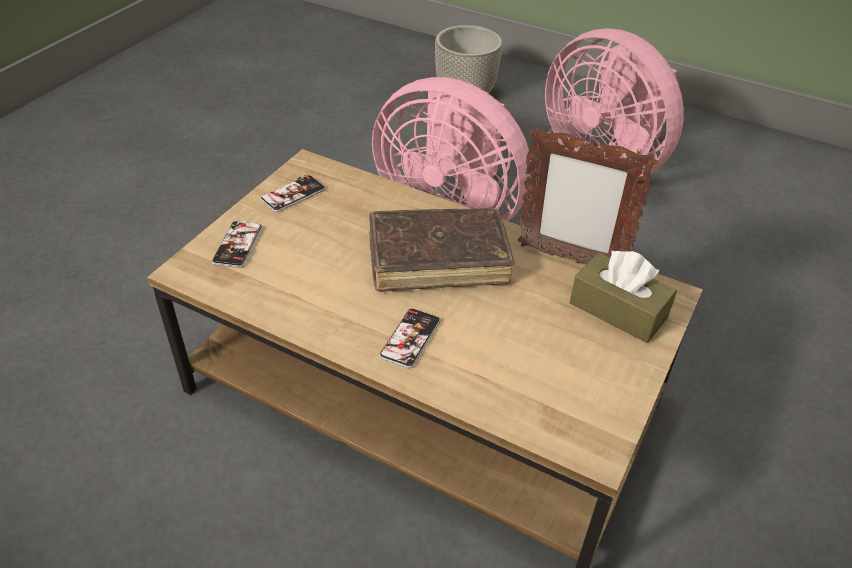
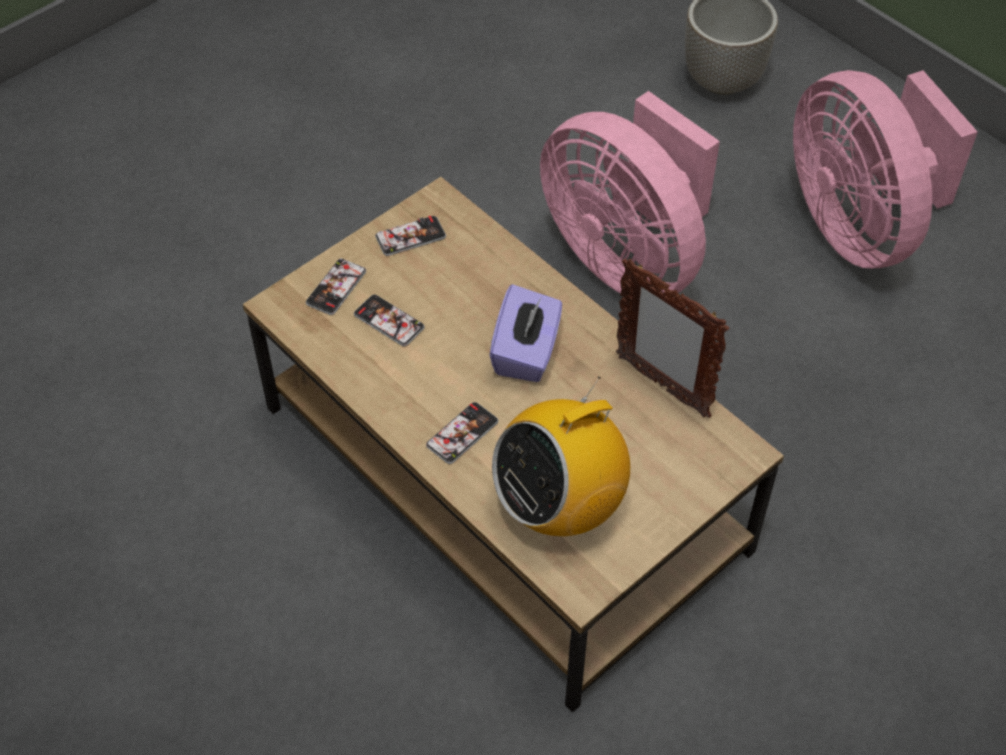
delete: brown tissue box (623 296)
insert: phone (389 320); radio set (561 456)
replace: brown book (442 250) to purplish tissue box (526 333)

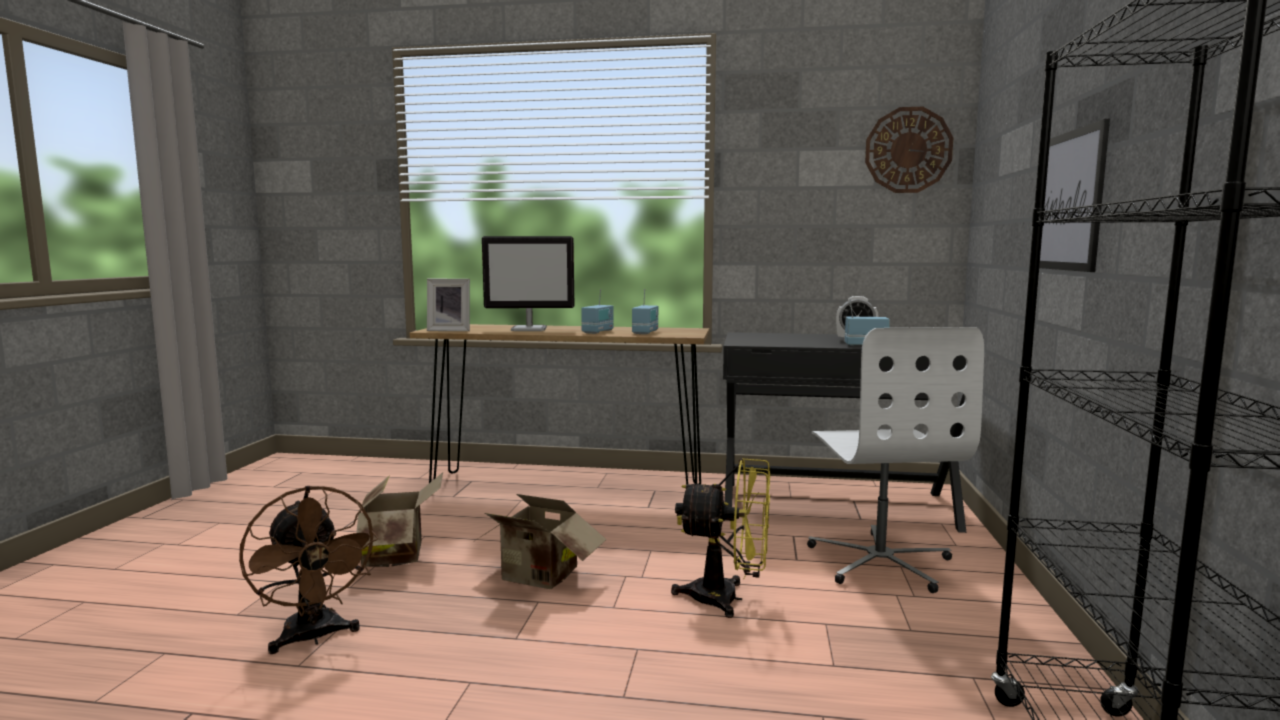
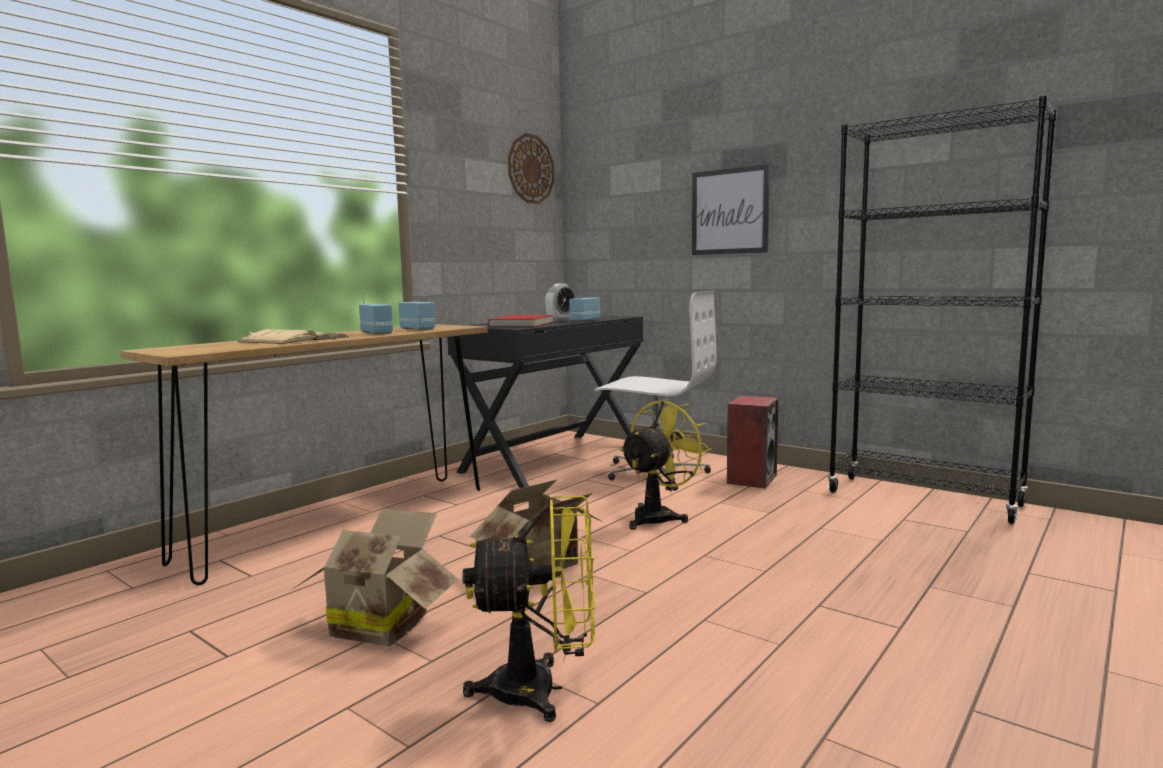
delete: photo frame (448 305)
insert: red book (520 321); speaker (753 442)
replace: computer display (528 283) to sand-coloured book (293 336)
recolor: brown fan (308 570) to yellow-coloured fan (529 609)

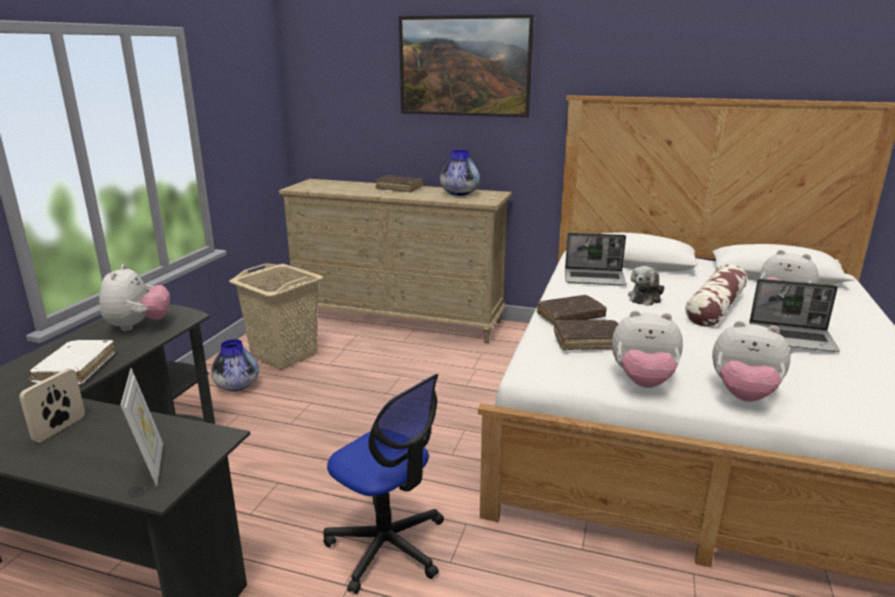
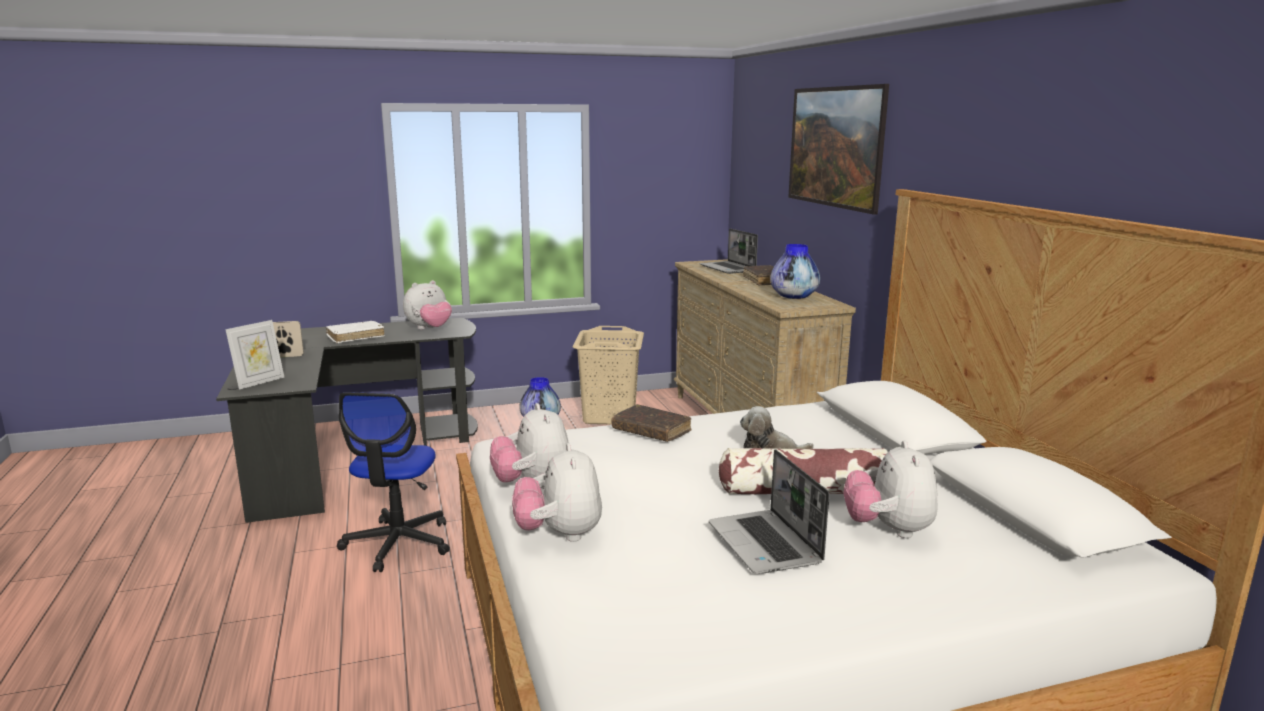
delete: brown book (586 335)
move: notebook computer (596 259) to (729 251)

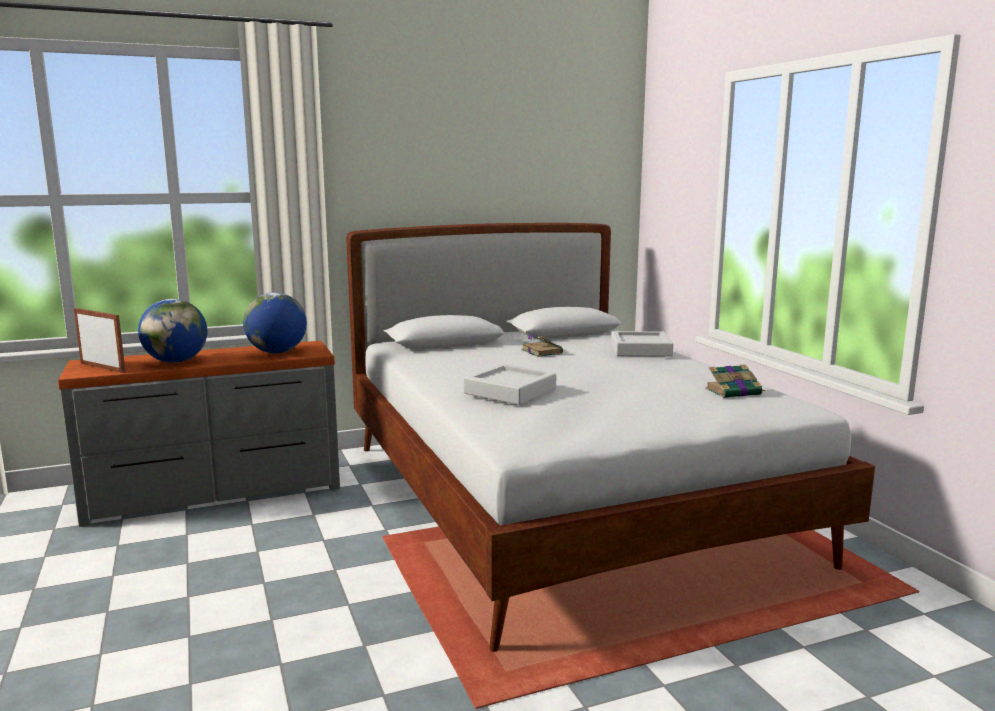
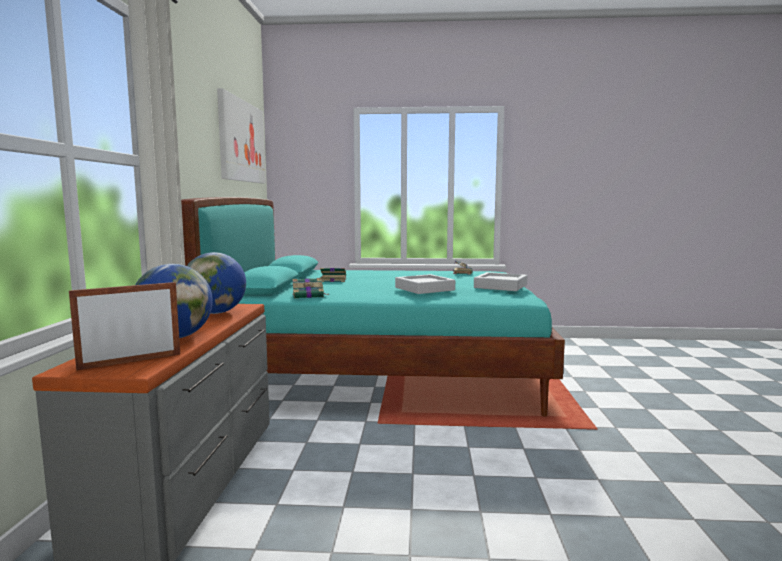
insert: wall picture (241 135); book (310 288)
move: gray serving tray (642 344) to (500 281)
recolor: whitish bedroom bed (610 437) to turquoise-coloured bedroom bed (373 307)

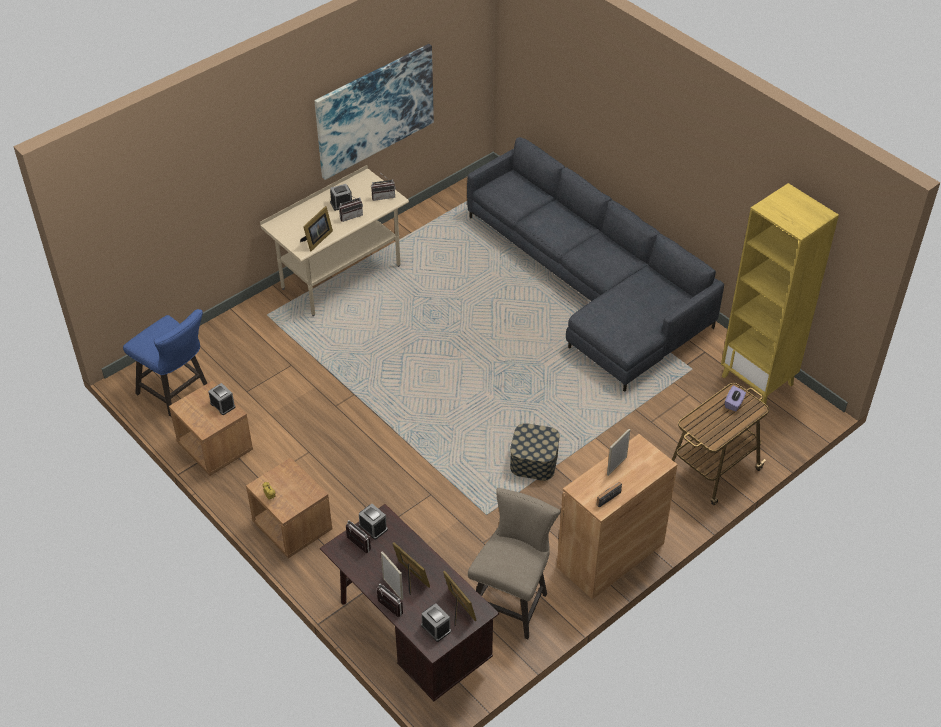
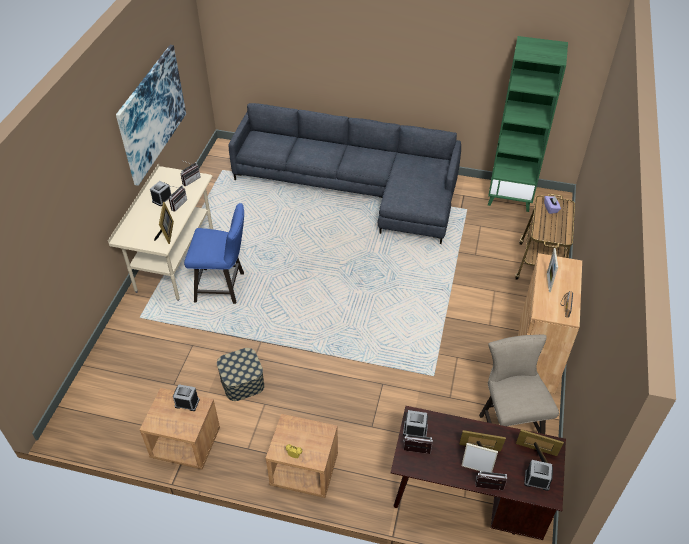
move: blue stool seat (165 363) to (214 253); storage container (535 452) to (241 374)
recolor: yellow-coloured bookshelf (780 293) to greenish bookshelf (528 124)

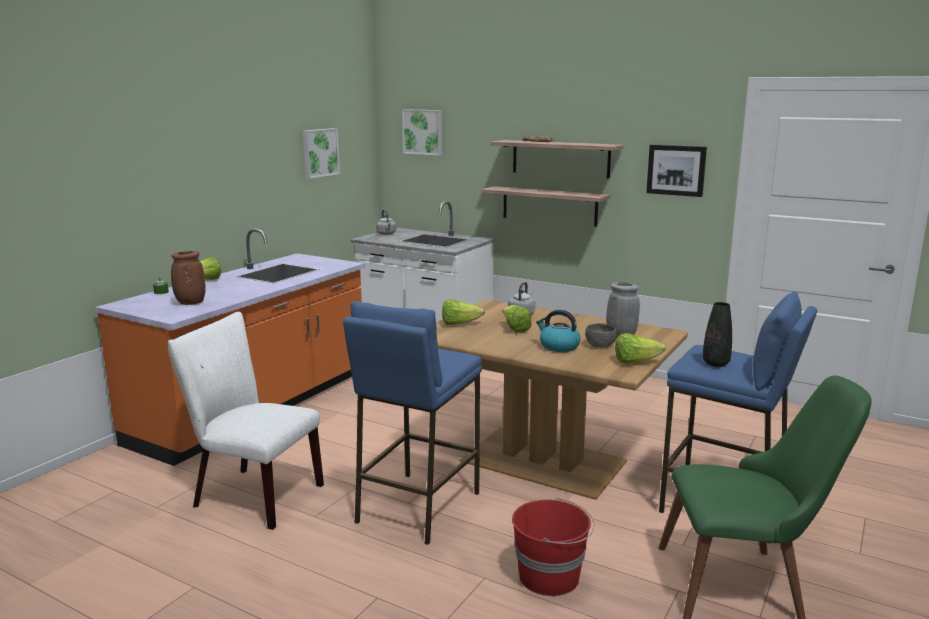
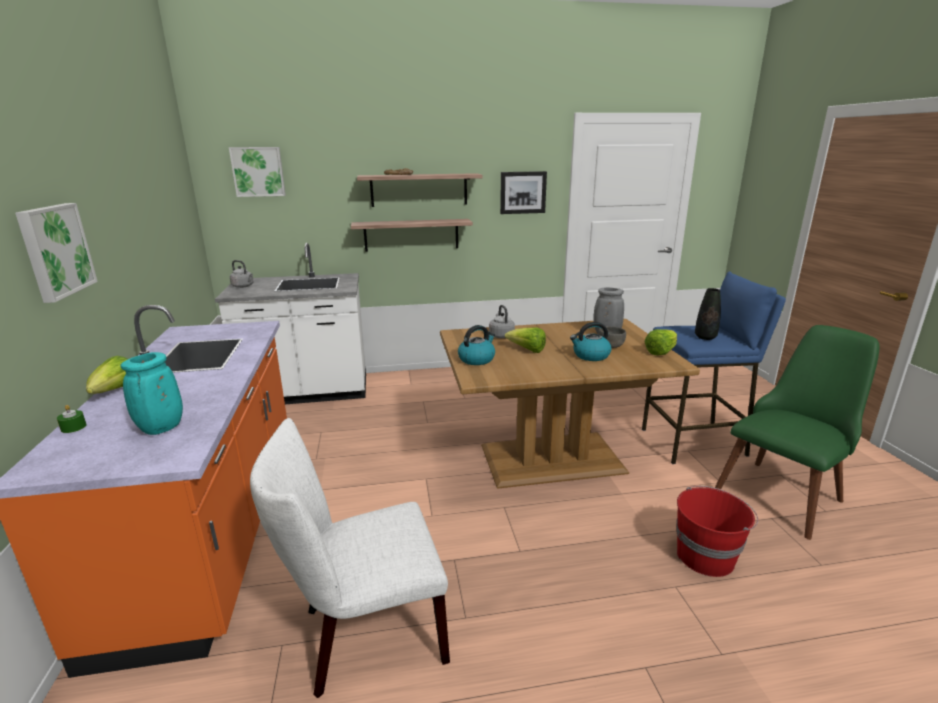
delete: blue stool seat (412 423)
move: wall picture (321 153) to (56 253)
replace: lettuce head (463 312) to tea kettle (476 345)
recolor: brown flower vase (188 278) to turquoise-coloured flower vase (151 393)

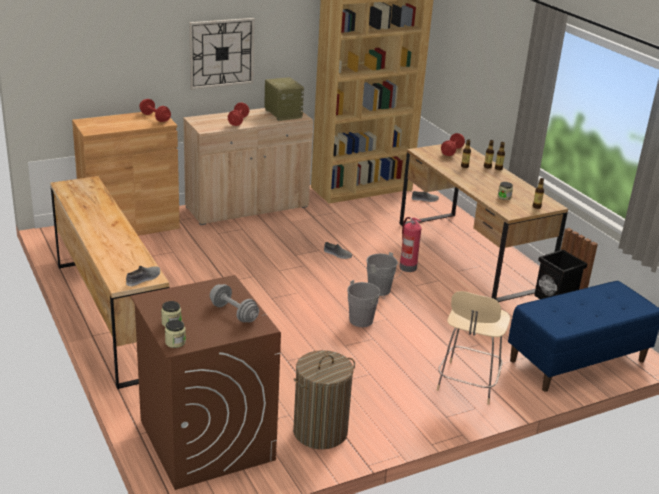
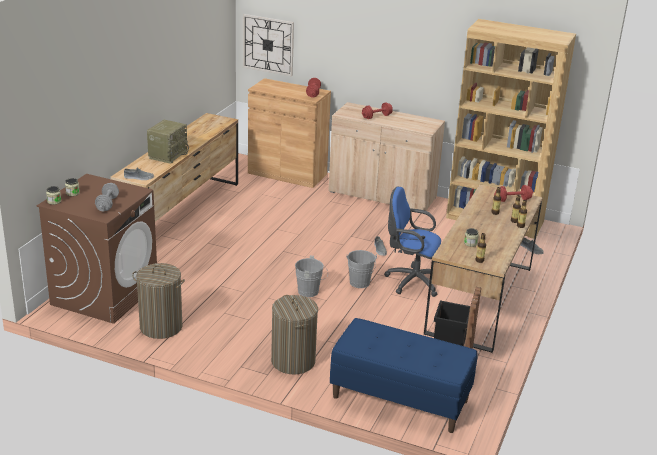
move: hanging clock (221 54) to (268 45); radio set (284 99) to (168 142)
replace: fire extinguisher (410 244) to blue desk chair (412 241); sand-coloured stool seat (473 348) to washing basket (294 335)

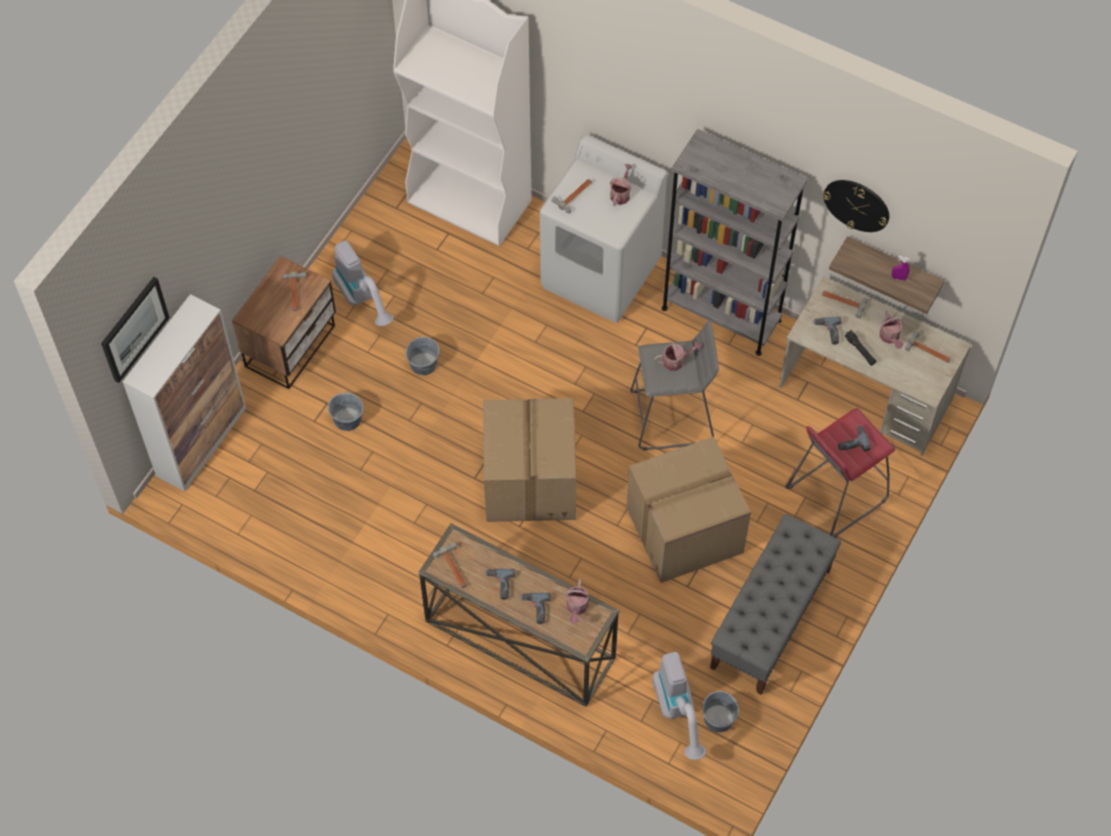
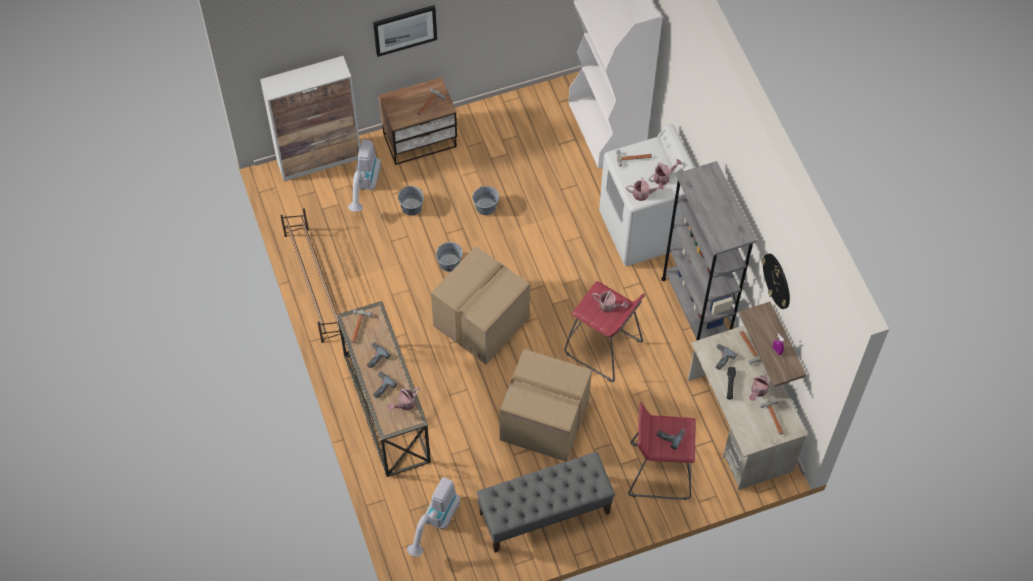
insert: brown shoe shelf (310 275); watering pot (645 189)
move: wall picture (135 330) to (405 31); vacuum cleaner (362 283) to (364 175); gray water bucket (720 711) to (449 257)
recolor: gray stool seat (674 385) to red stool seat (604 331)

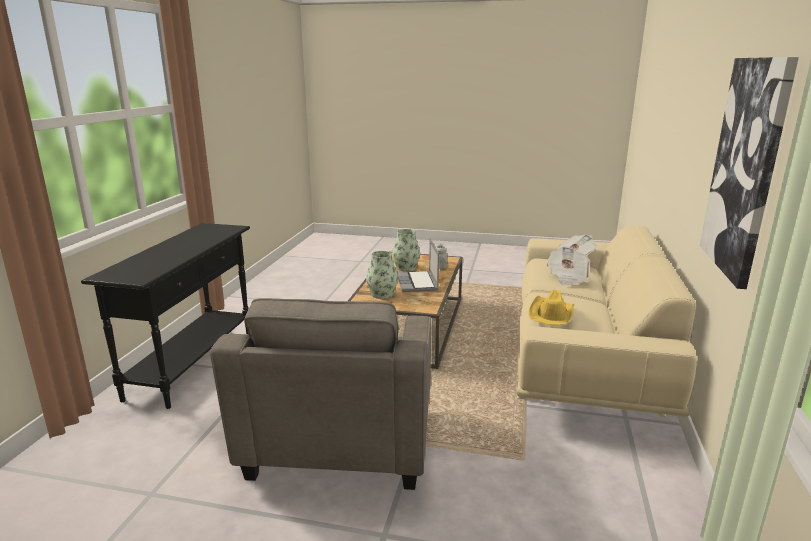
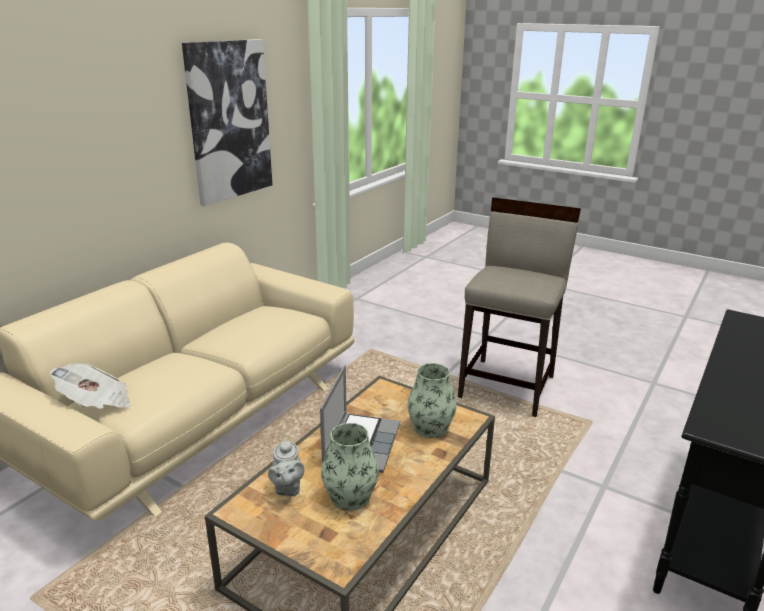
delete: yellow-coloured clothing hat (551 307); newspaper (568 266)
replace: gray easy chair (320 394) to sand-coloured stool seat (519 307)

